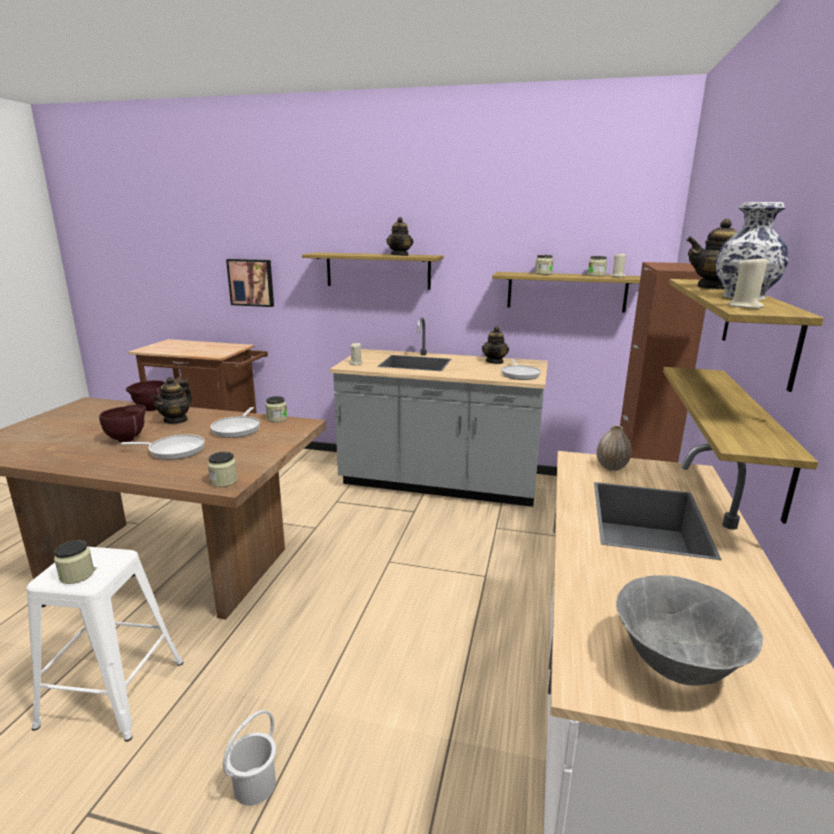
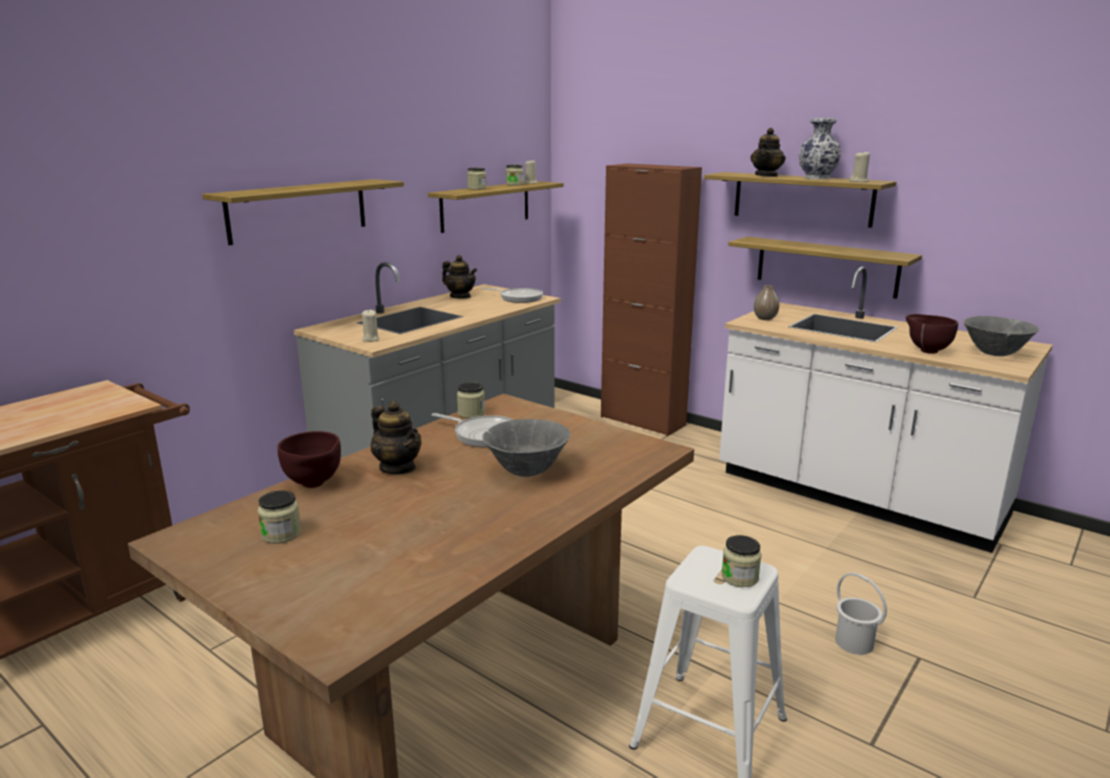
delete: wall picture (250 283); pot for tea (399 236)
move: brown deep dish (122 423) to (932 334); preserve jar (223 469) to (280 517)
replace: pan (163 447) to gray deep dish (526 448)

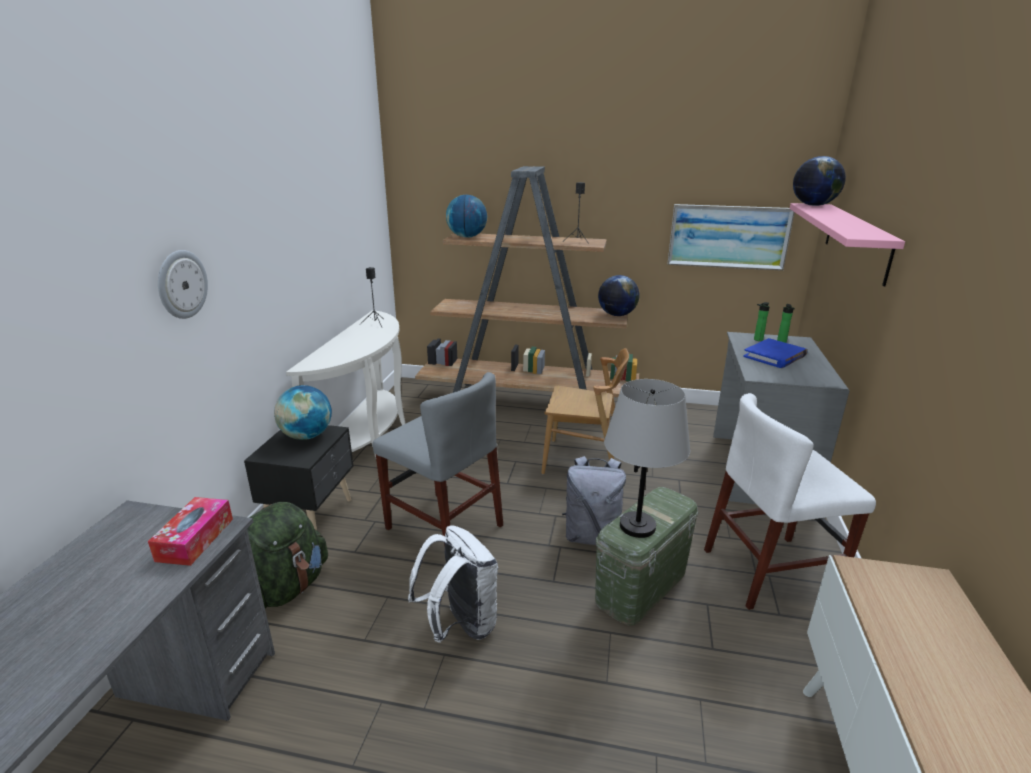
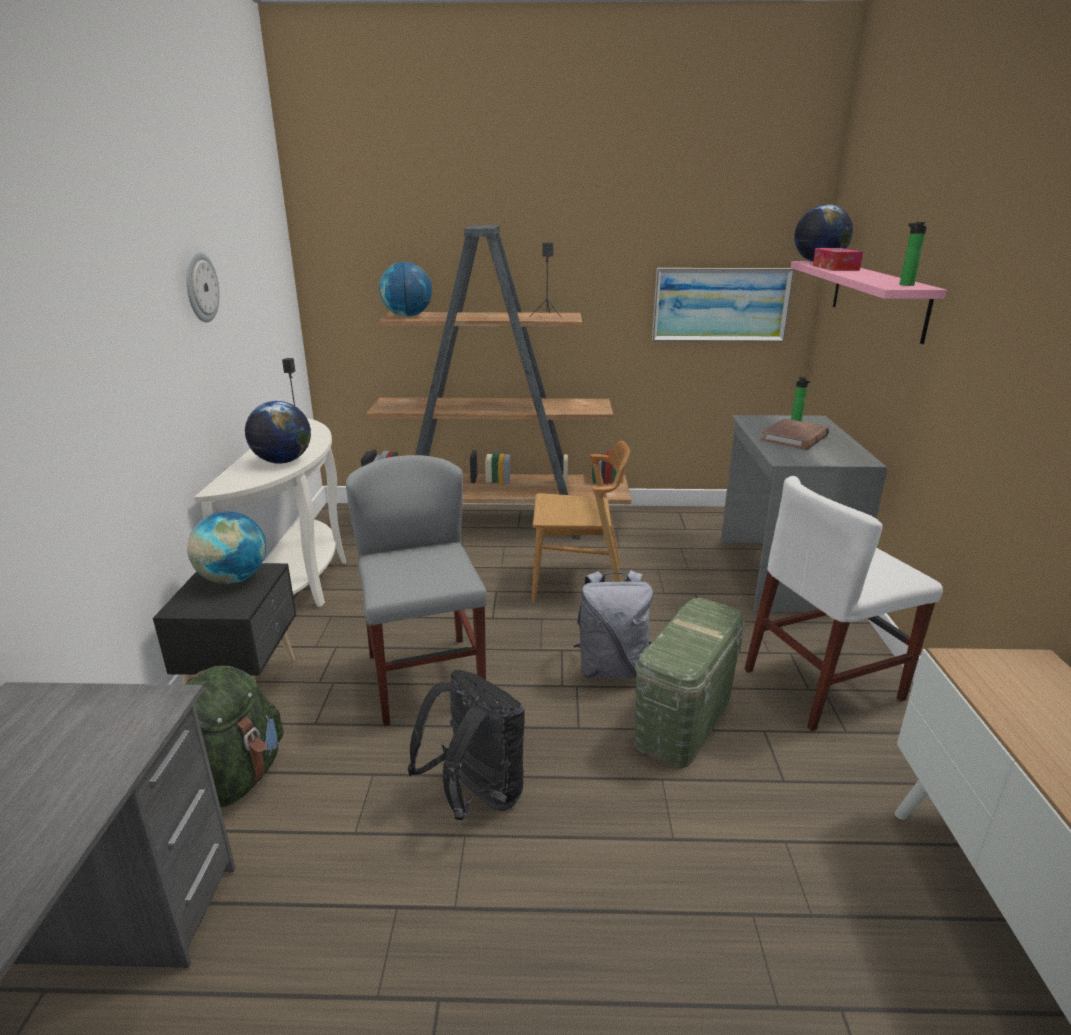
delete: gray tabletop lamp (647 458)
move: tissue box (190 531) to (838 259); hanging clock (183 284) to (203 287); globe (618 295) to (278 432); bottle (762 321) to (913 254)
recolor: whitish backpack (453 584) to blackish backpack (466 745); blue book (775 353) to brown book (795 434)
rotate: gray upright chair (438 459) = (416 590) 135 degrees counterclockwise

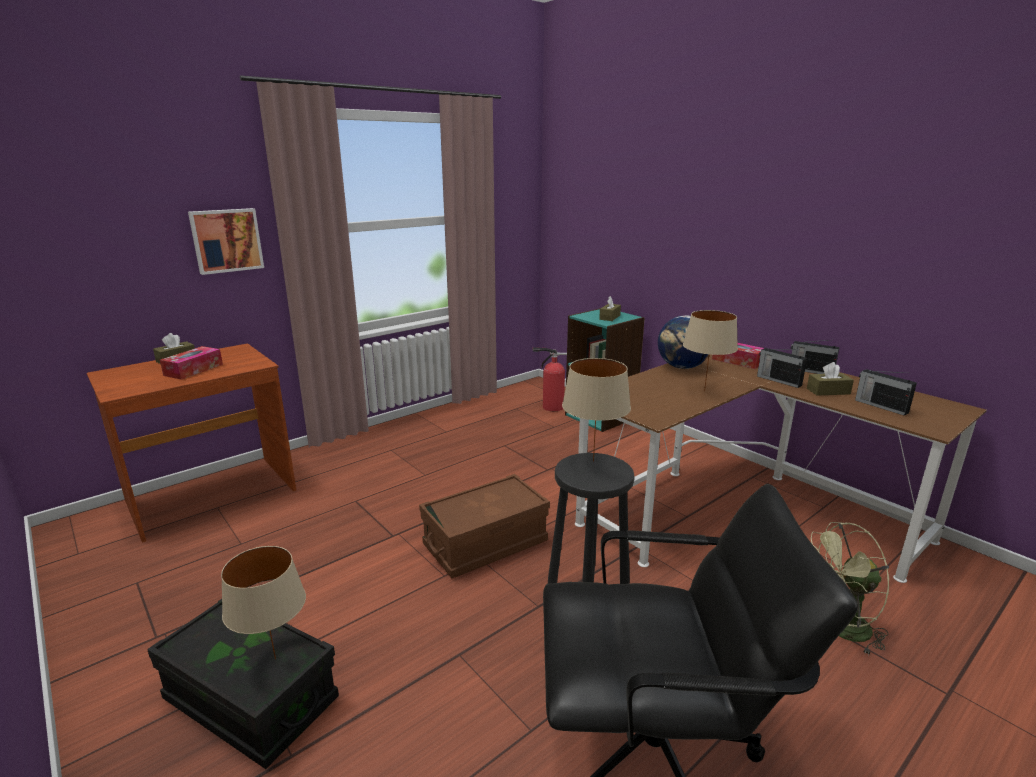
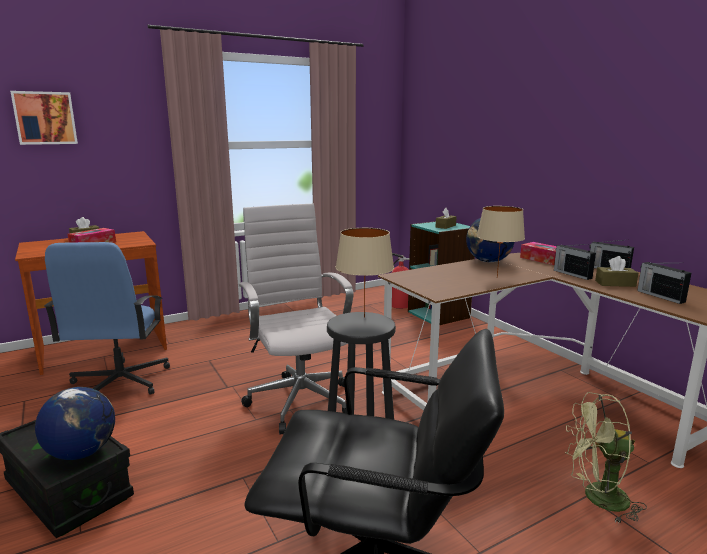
insert: blue desk chair (107 318)
move: wall picture (226 241) to (44 118)
replace: sand-coloured tabletop lamp (263 602) to globe (75 423); brown storage container (484 526) to whitish desk chair (296 319)

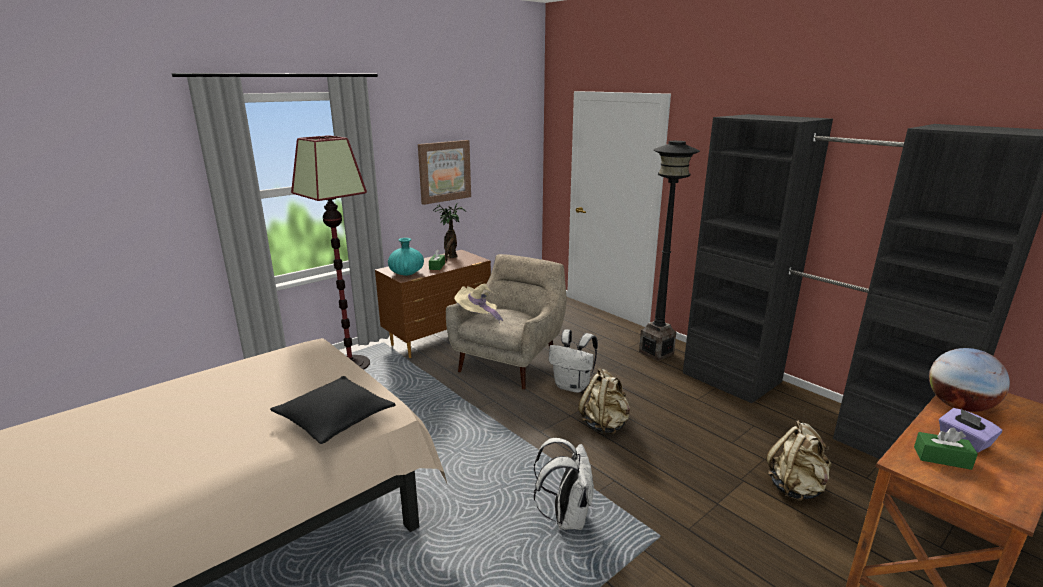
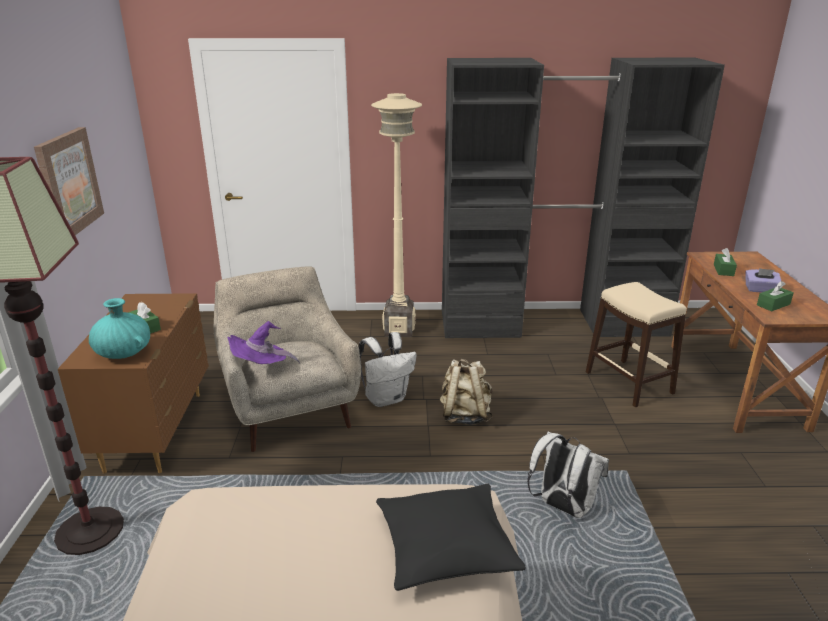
delete: houseplant (449 232)
replace: sand-coloured backpack (798 460) to sand-coloured stool seat (636 344); globe (969 380) to greenish tissue box (725 262)
recolor: sand-coloured clothing hat (478 303) to purplish clothing hat (263 342); blackish standard lamp (669 251) to sand-coloured standard lamp (396 215)

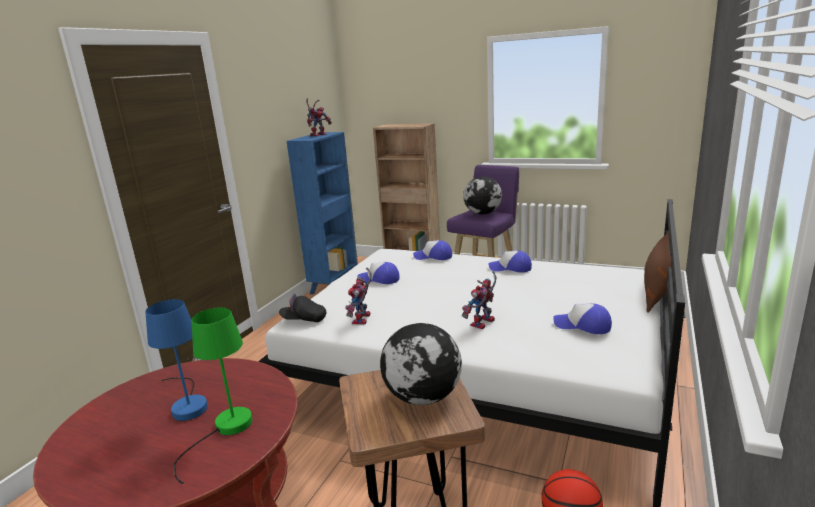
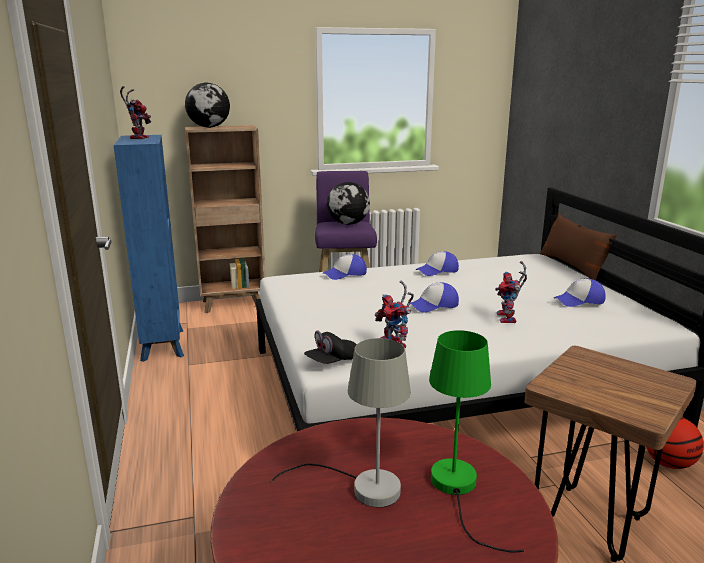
move: cap (378 273) to (434 297); globe (421 364) to (207 105)
recolor: blue tabletop lamp (176 360) to gray tabletop lamp (341 423)

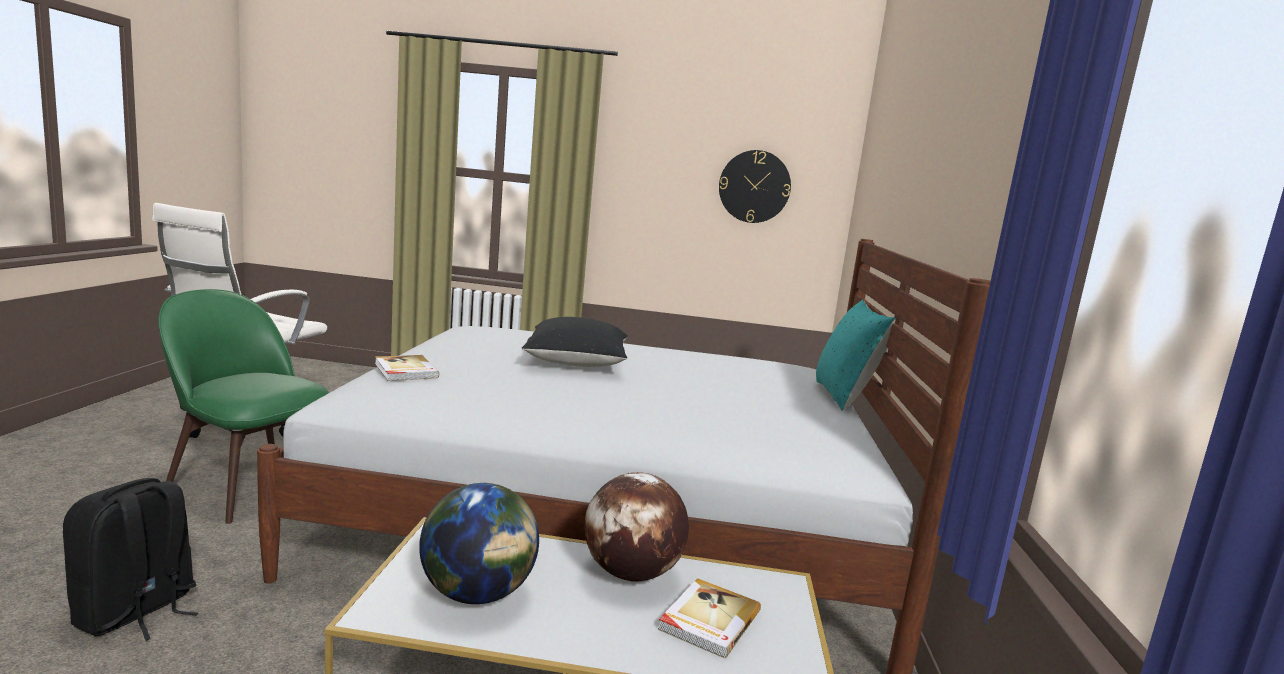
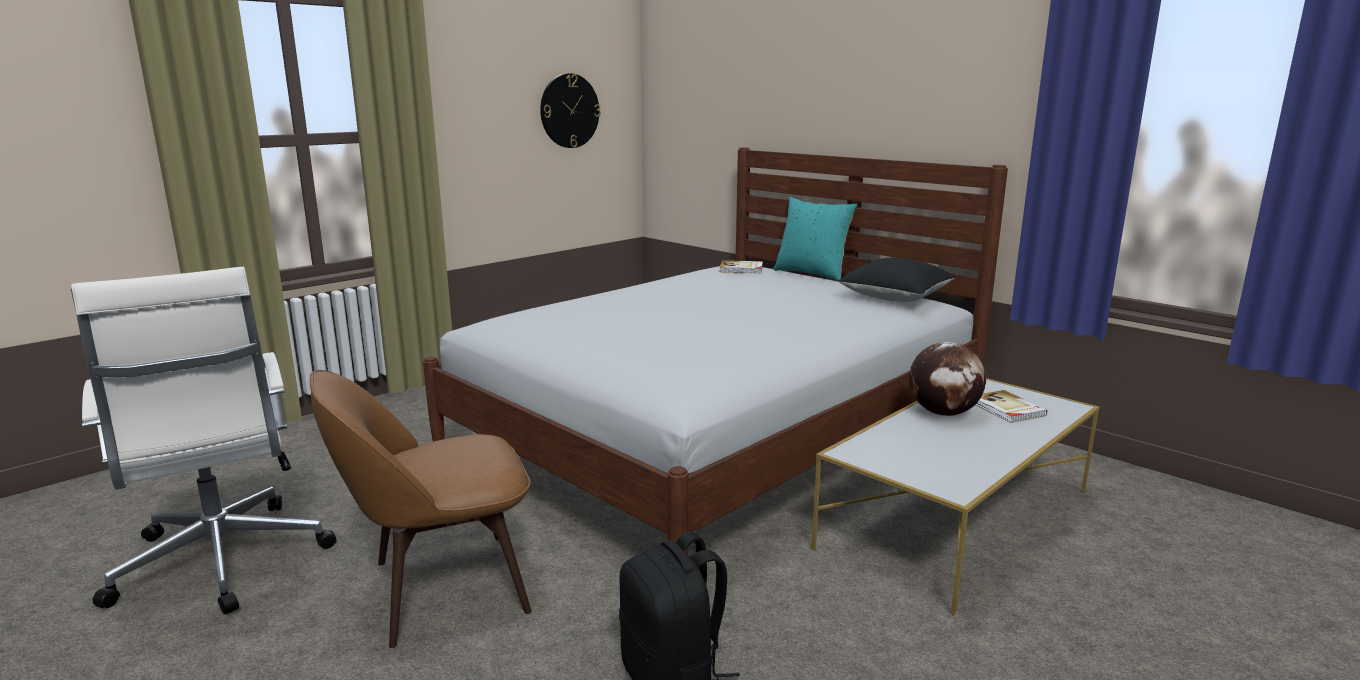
delete: globe (479 543)
move: book (407 368) to (741 266); blackish pillow (575 342) to (896 280)
recolor: greenish upright chair (243 406) to brown upright chair (421 509)

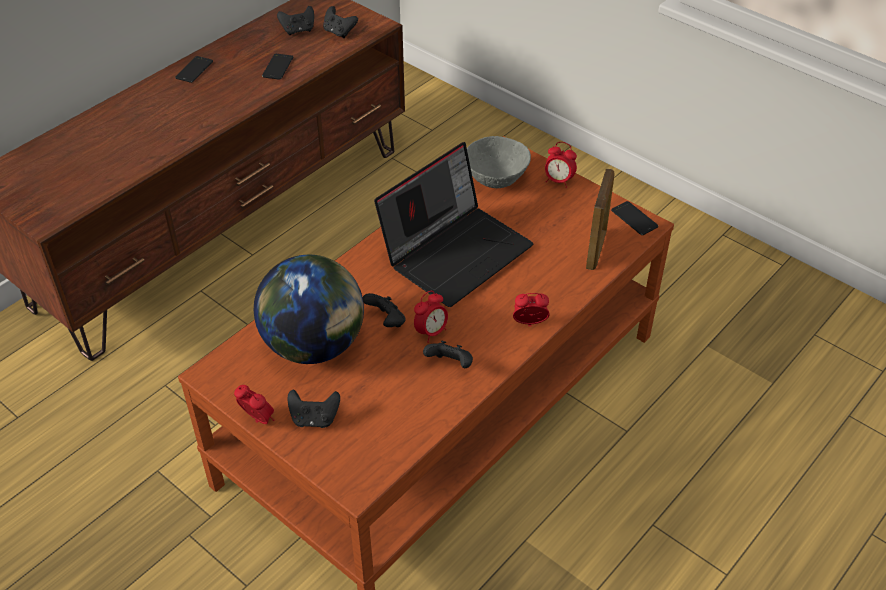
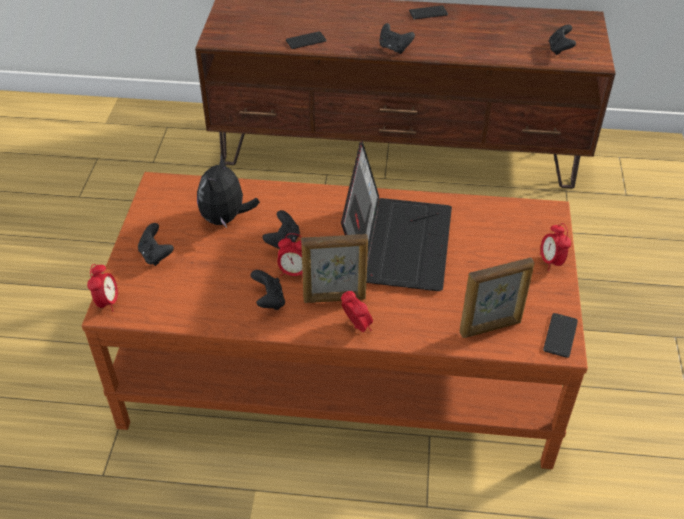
delete: gray deep dish (499 162)
insert: photo frame (334 268)
move: bedside clock (254 404) to (102 288); phone (277 67) to (306 40); blackish gamepad (295 20) to (397 38)
replace: globe (309 309) to plush toy (228 191)
rotate: notebook computer (453 224) = (396 216) 90 degrees counterclockwise

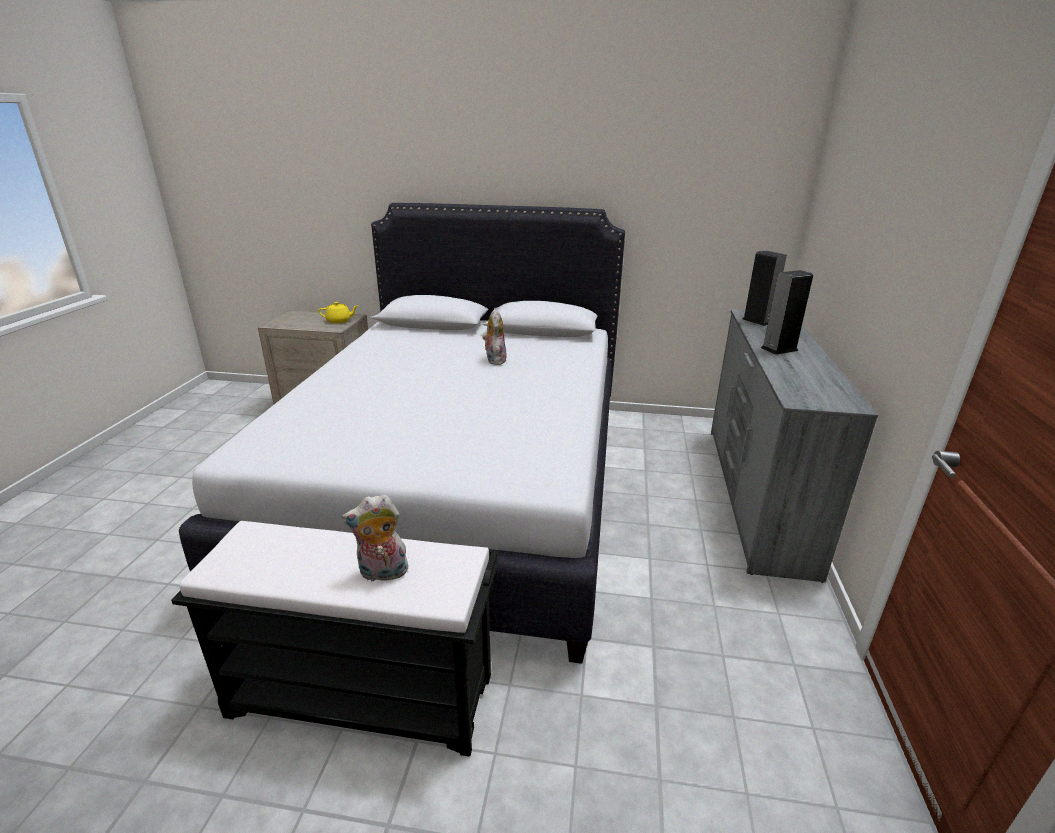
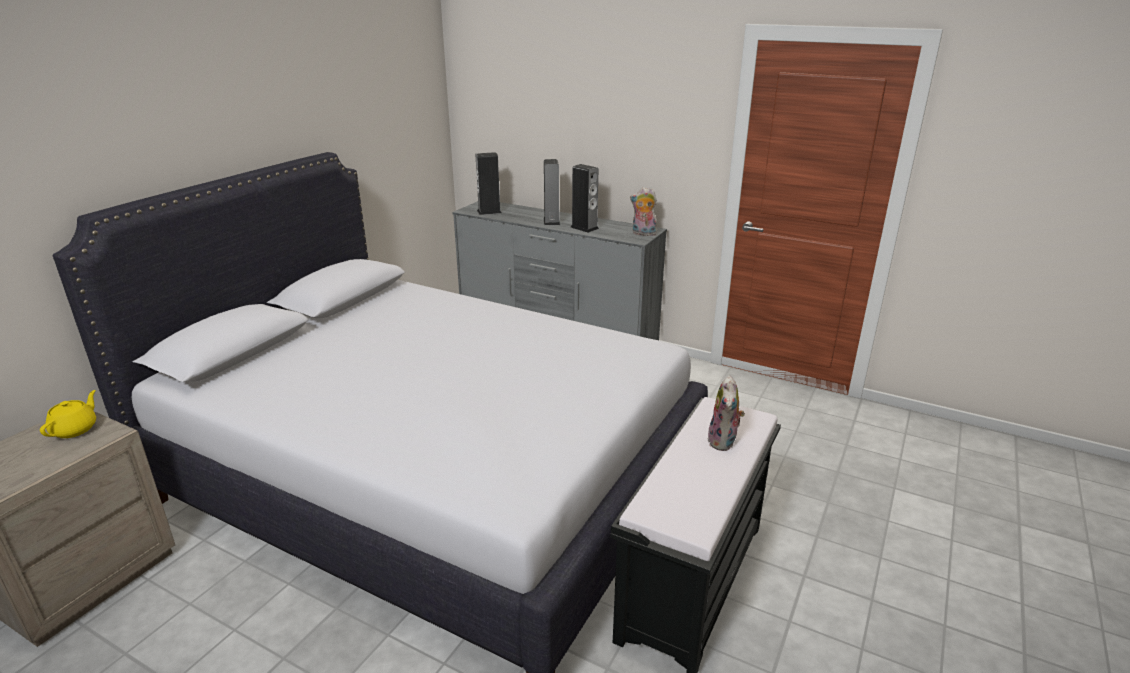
insert: speaker (585 198)
move: plush toy (495 337) to (643 211)

